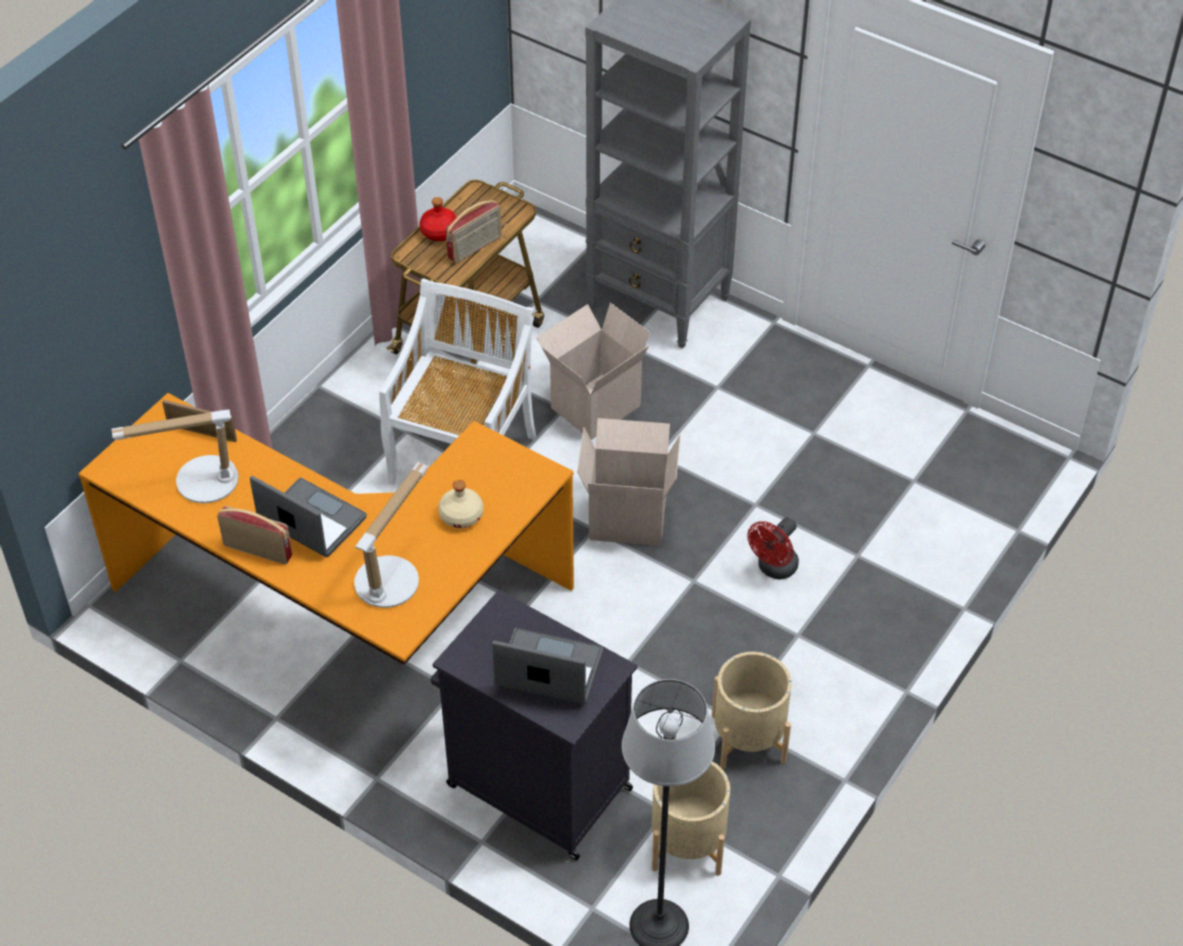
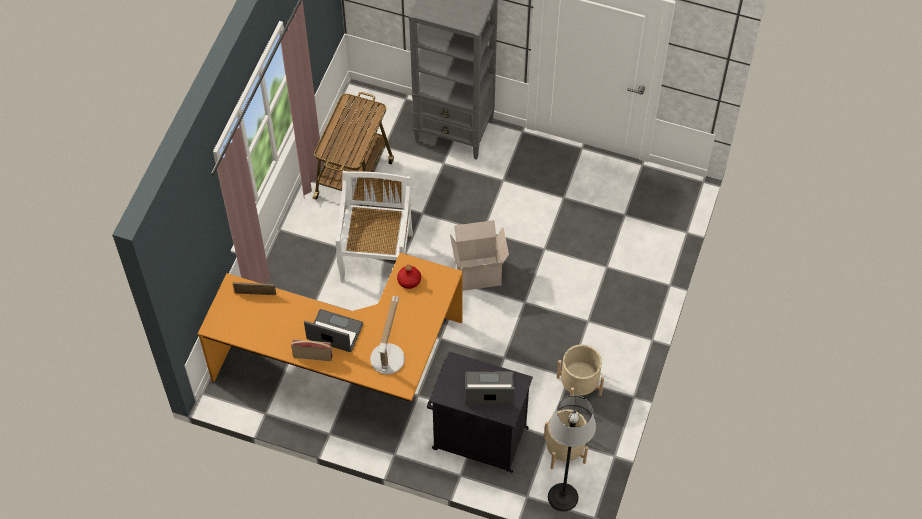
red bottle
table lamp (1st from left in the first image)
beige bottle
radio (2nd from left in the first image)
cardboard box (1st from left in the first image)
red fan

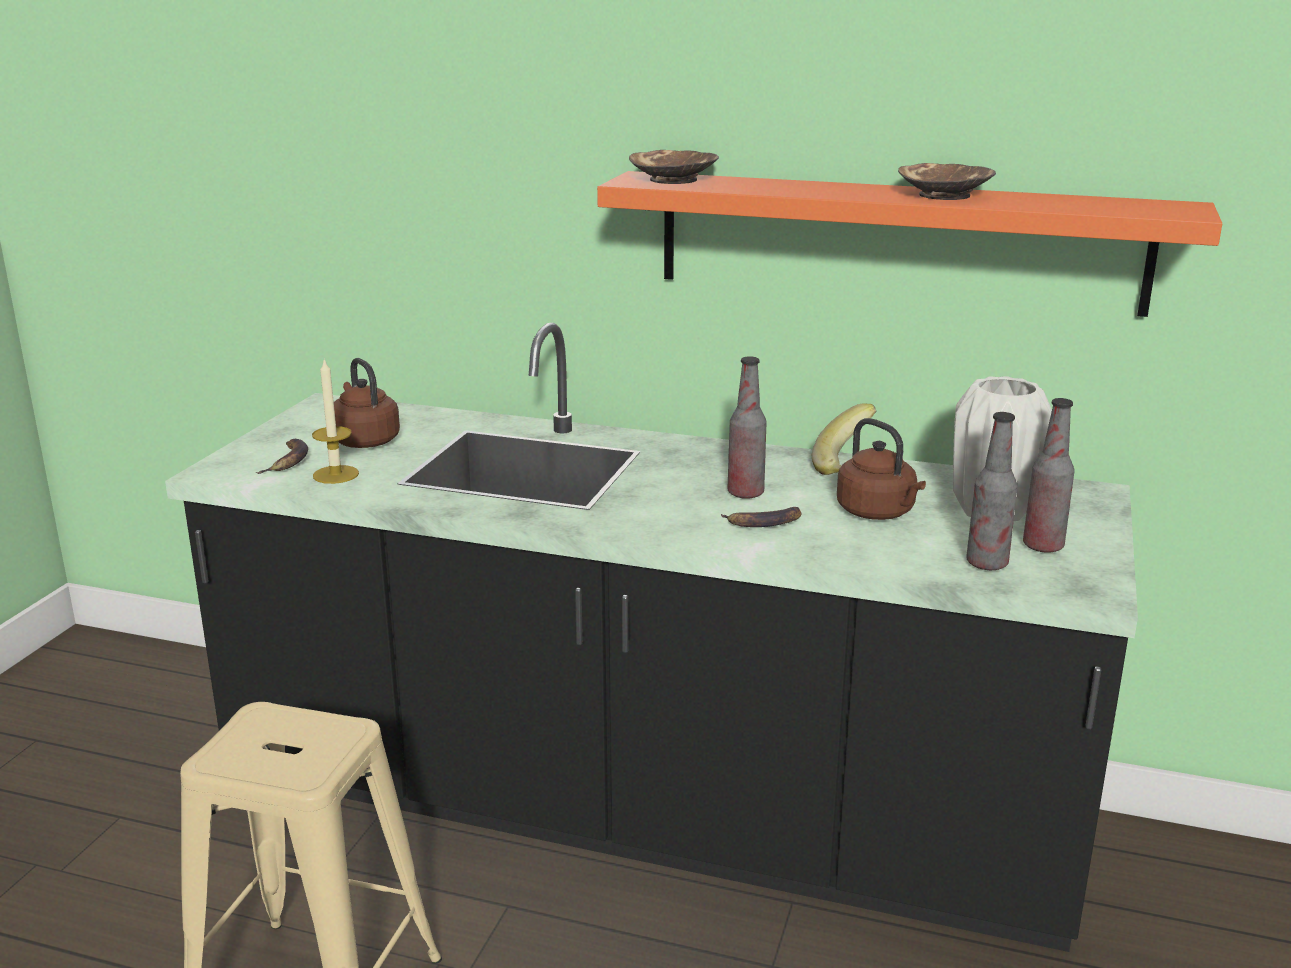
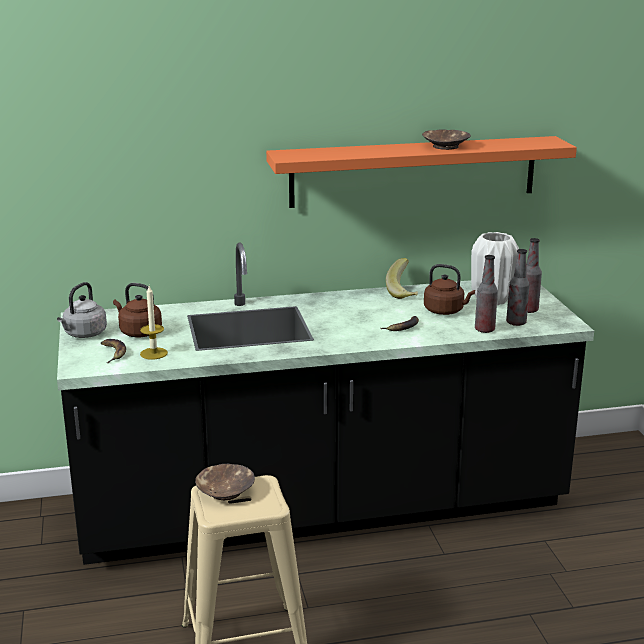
grey kettle
brown bowl (1st from left)
bottle (1st from left)

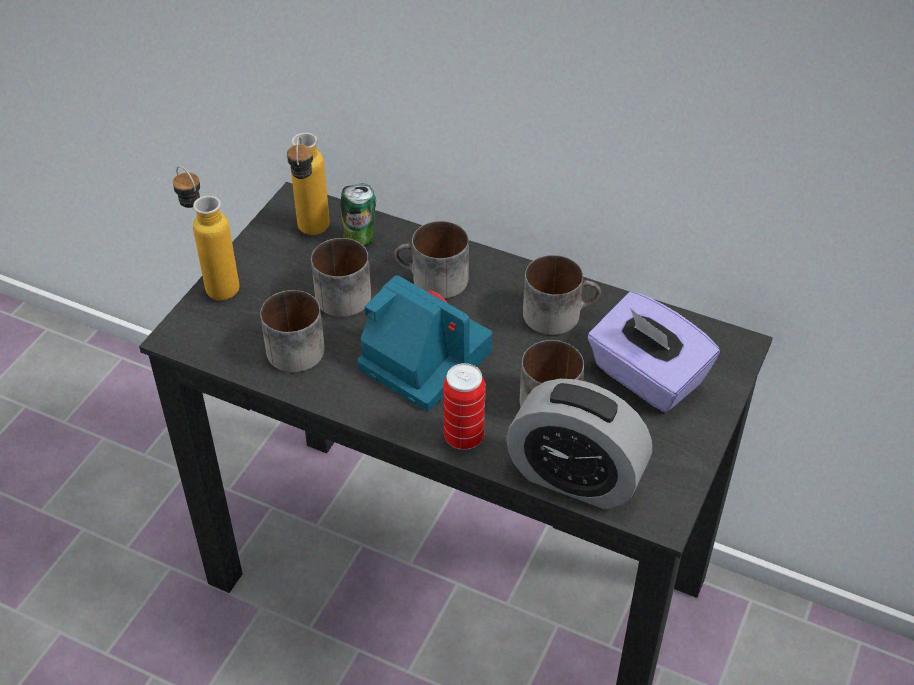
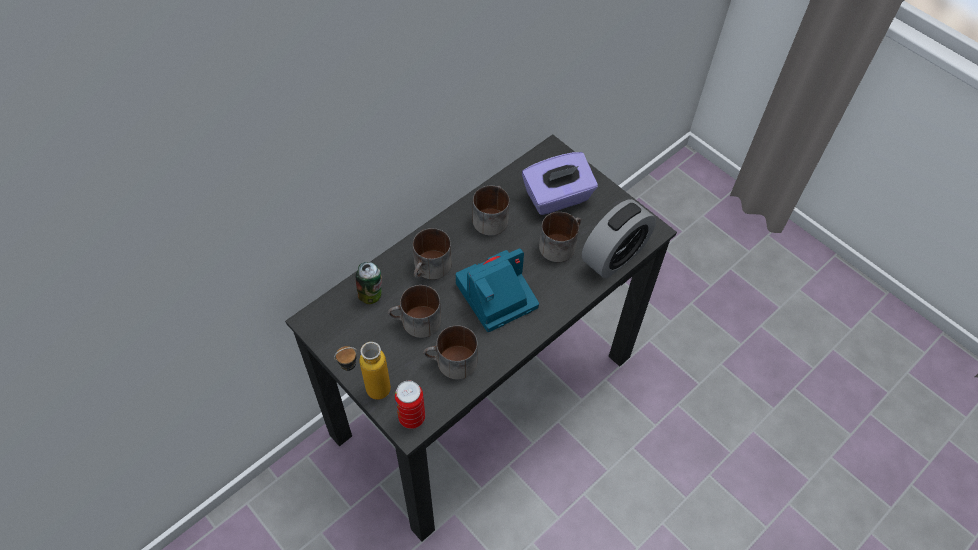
can (2nd from left)
bottle (2nd from left in the first image)

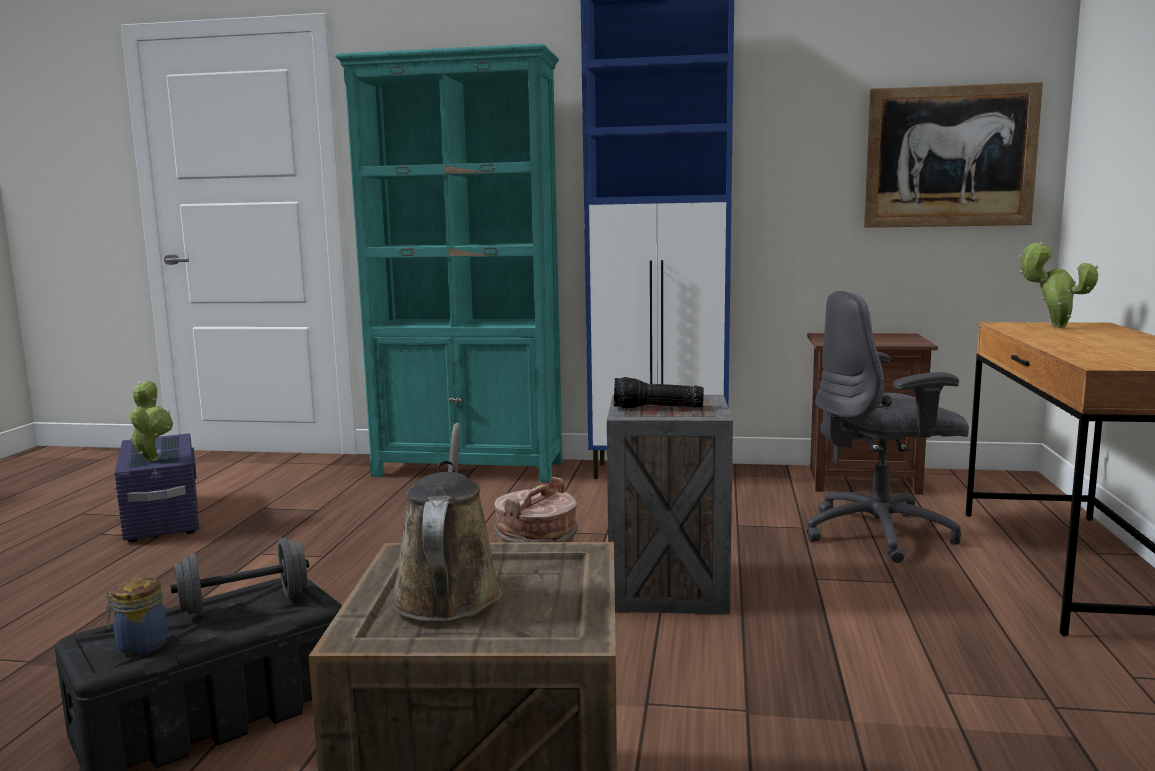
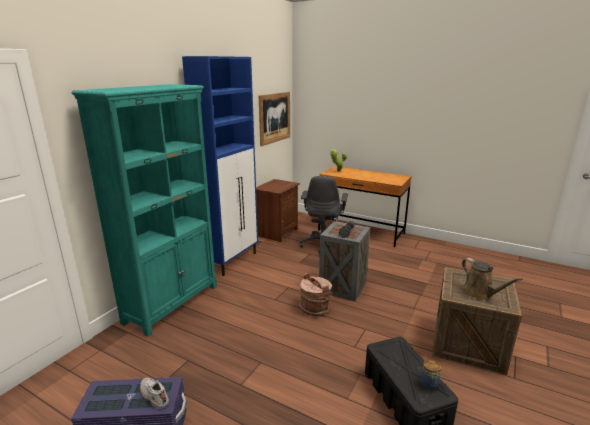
white shoe
brown watering can
grey dumbbell

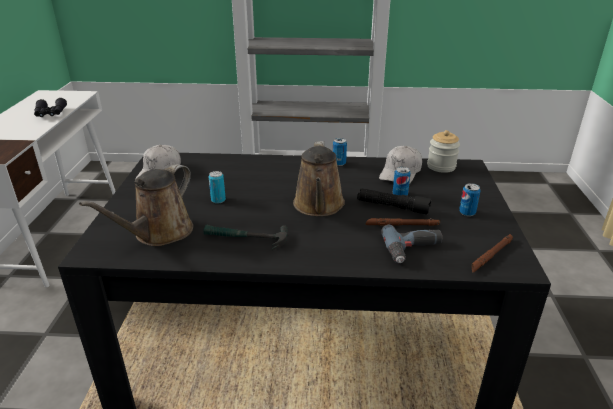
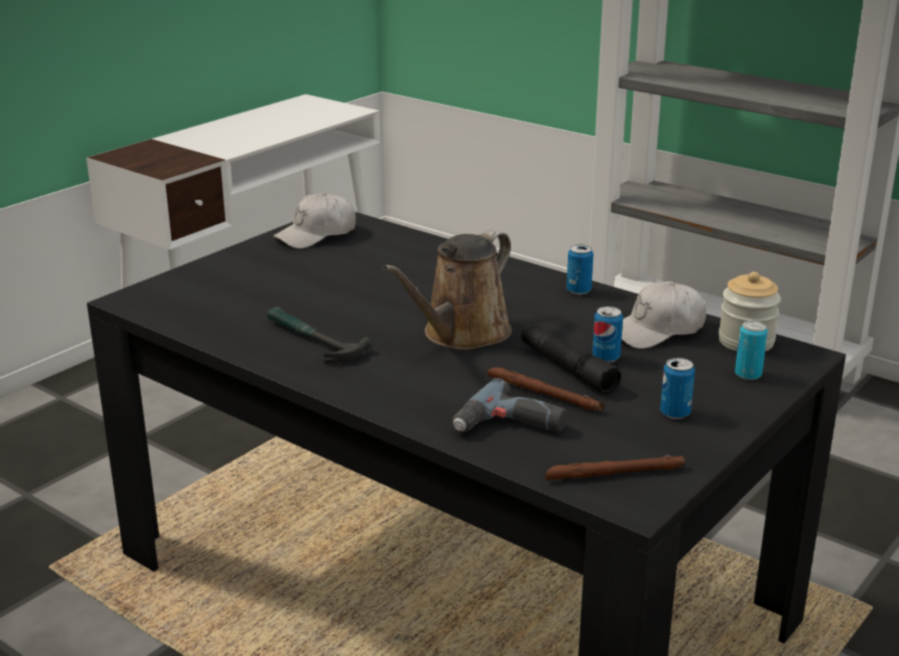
can (4th from left)
black binoculars
brown watering can (1st from left in the first image)

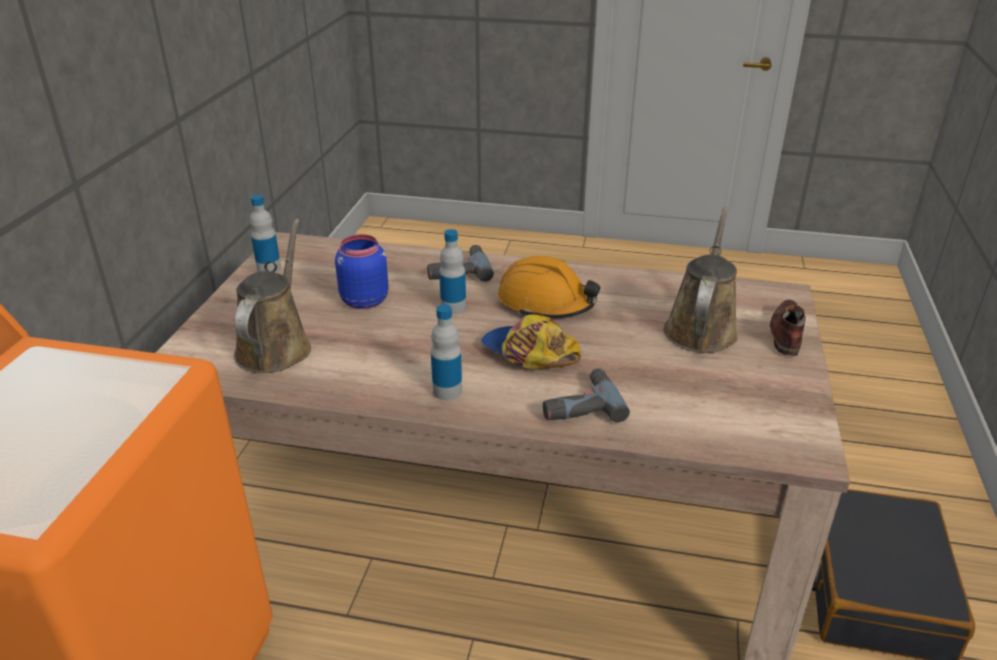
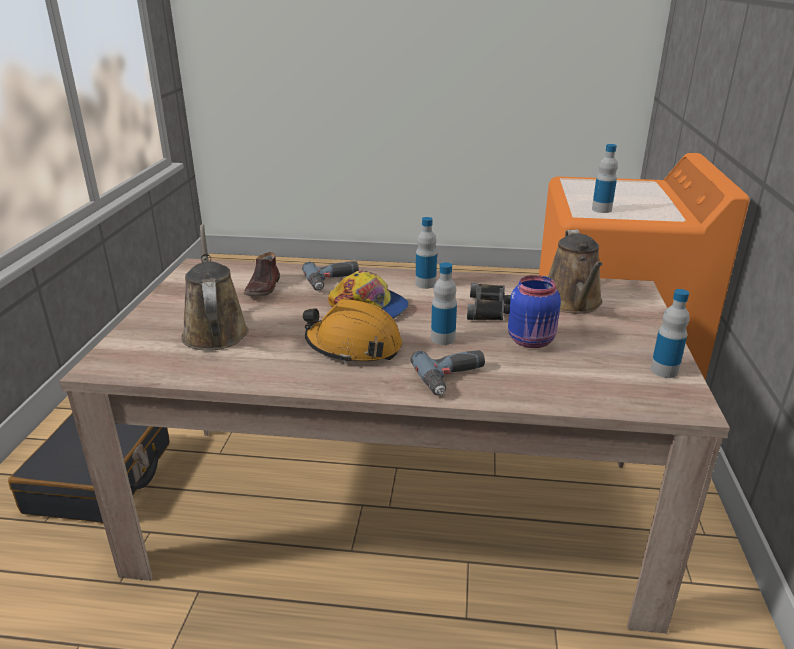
brown watering can (1st from left)
brown shoe
black binoculars
bottle (3rd from left)

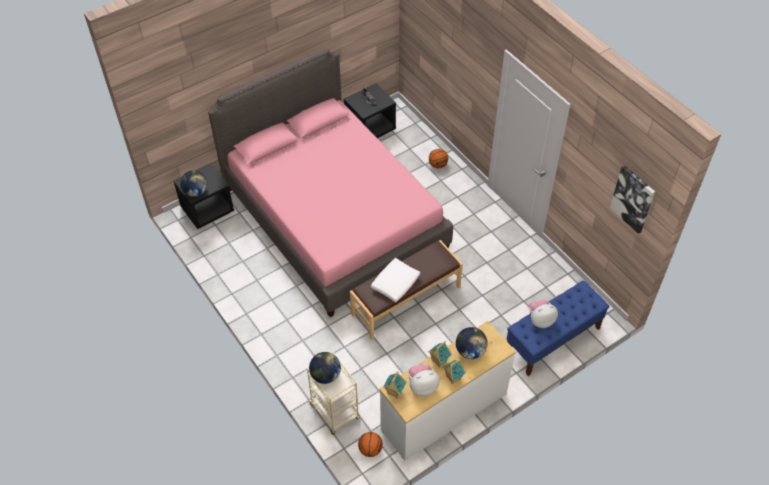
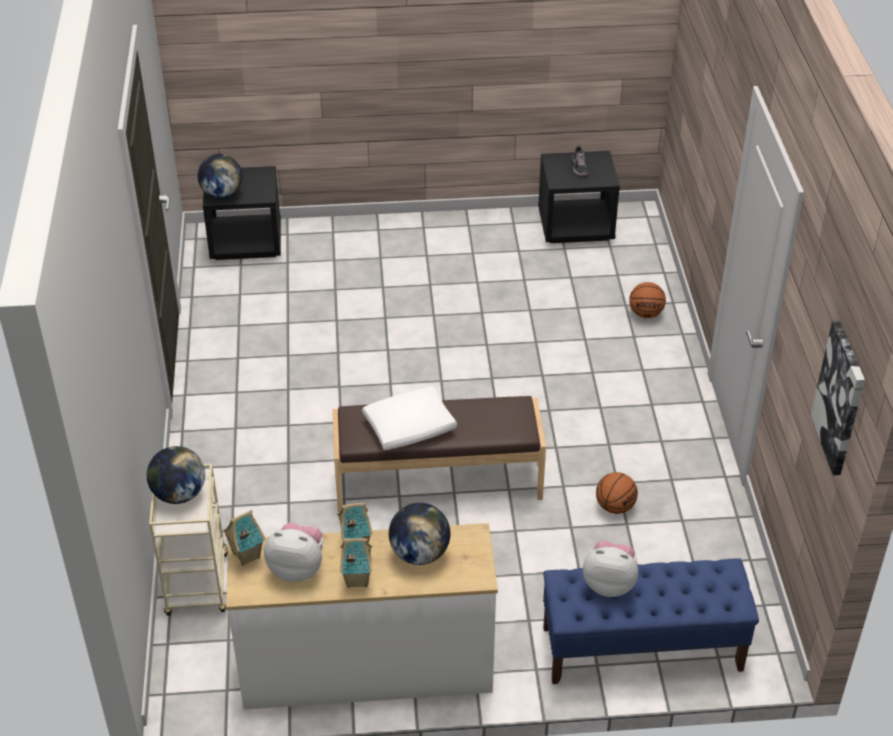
basketball (1st from left)
pink bed

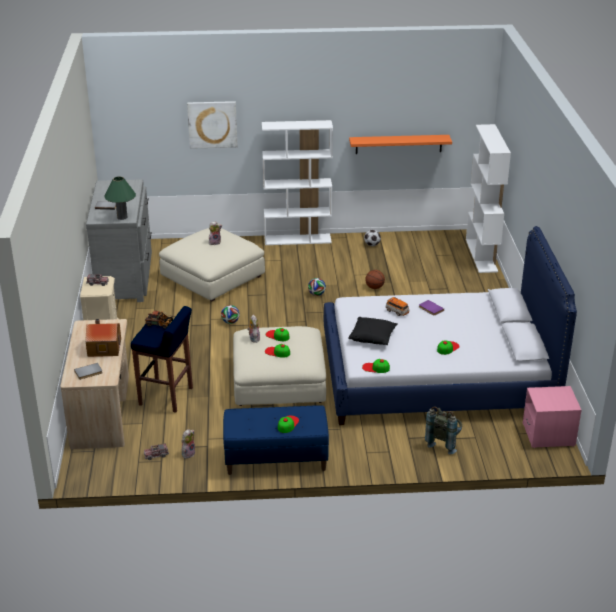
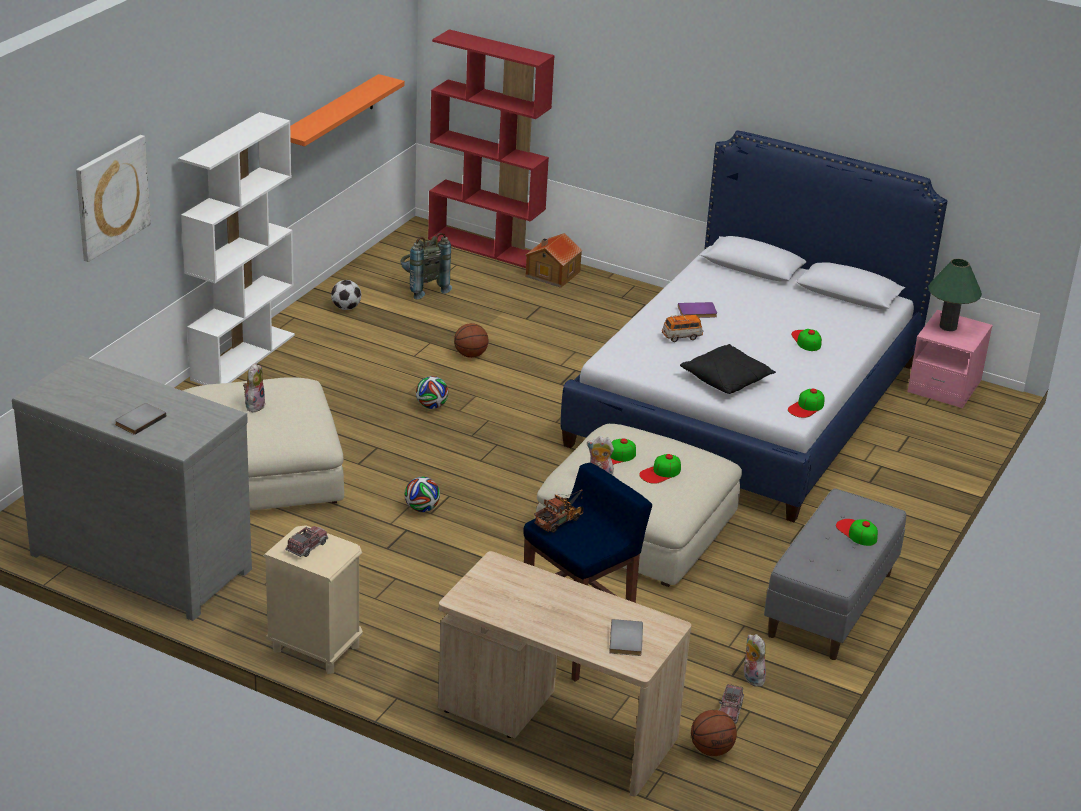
grey backpack
red bookcase
toy house
basketball (2nd from left)
grey bench
green table lamp

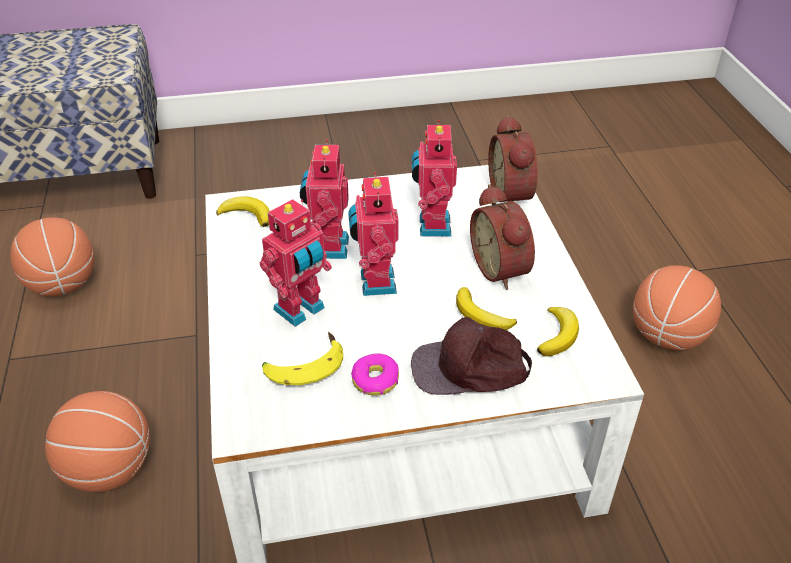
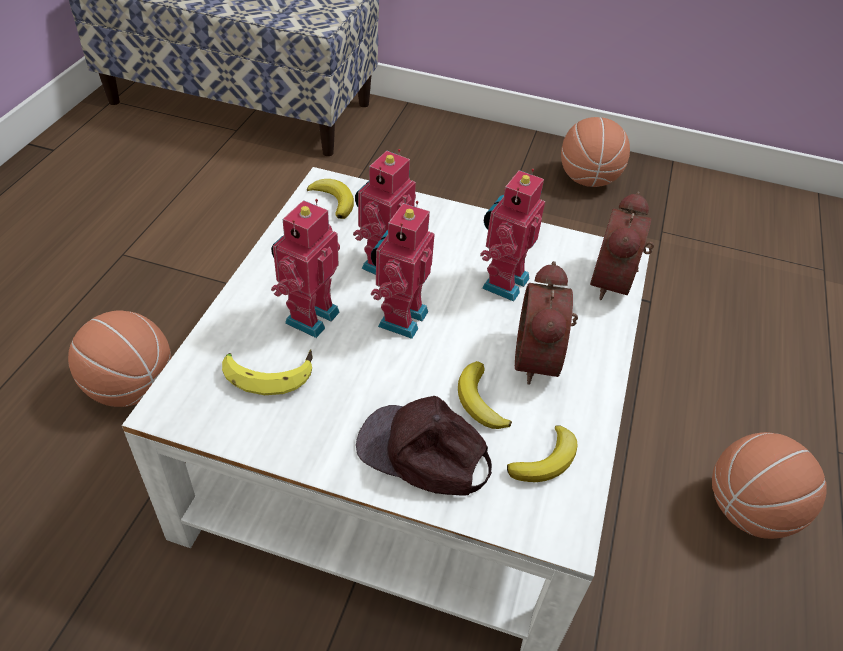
toy robot (1st from left)
basketball (2nd from left)
donut

